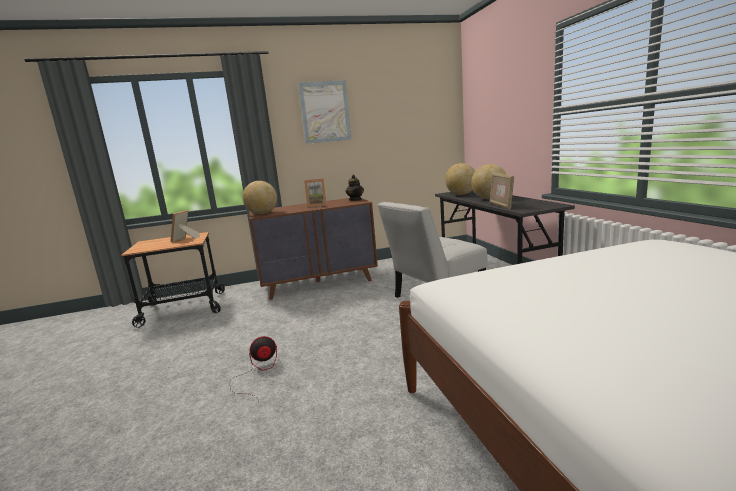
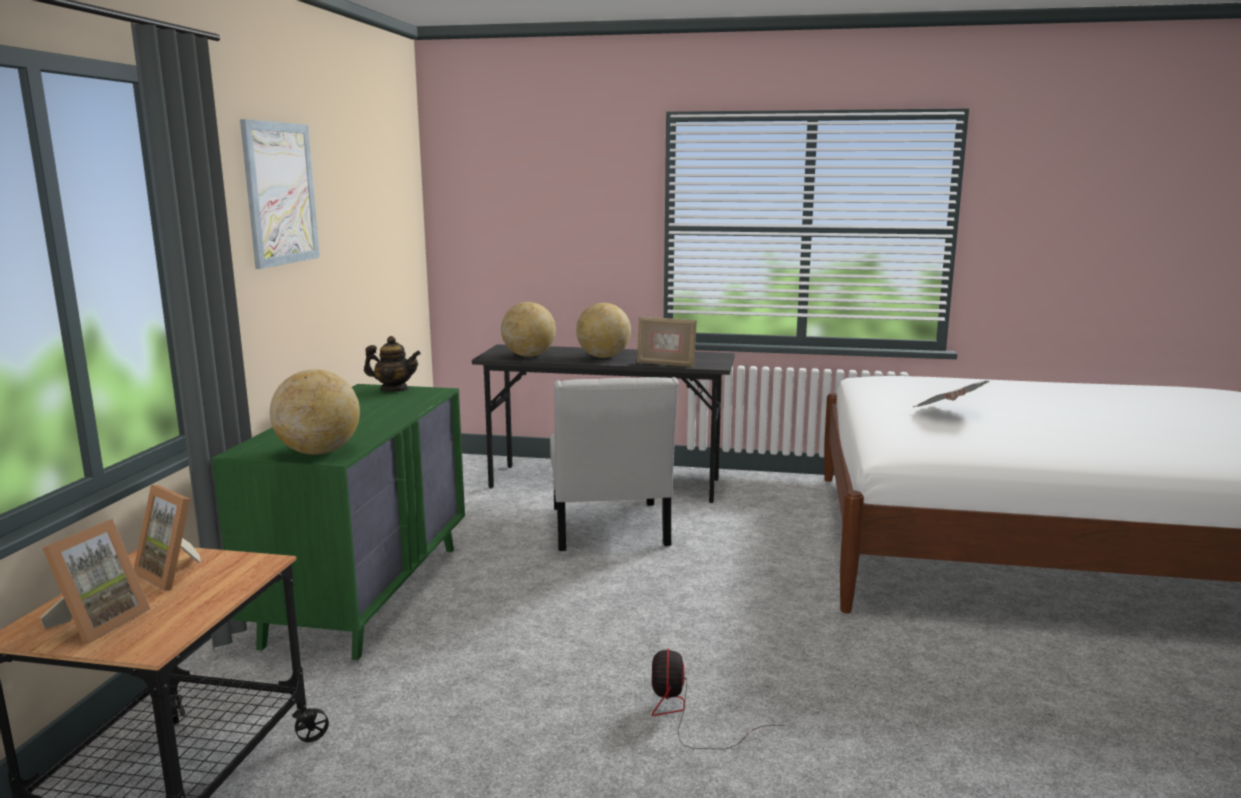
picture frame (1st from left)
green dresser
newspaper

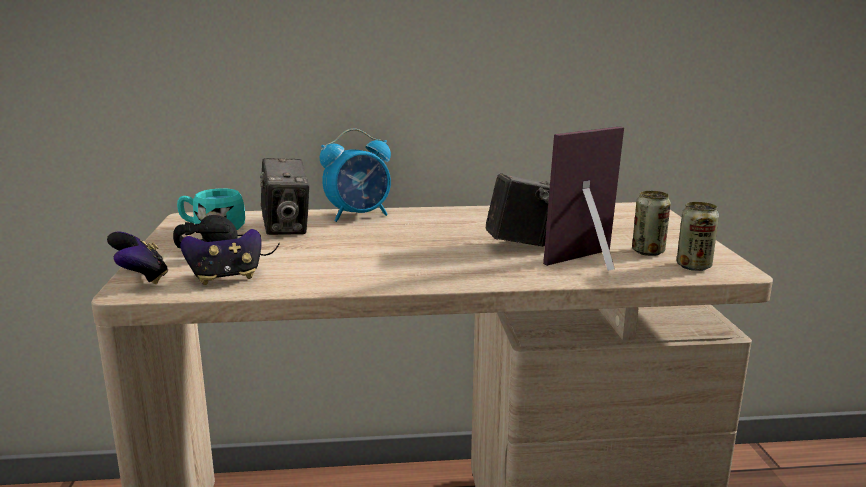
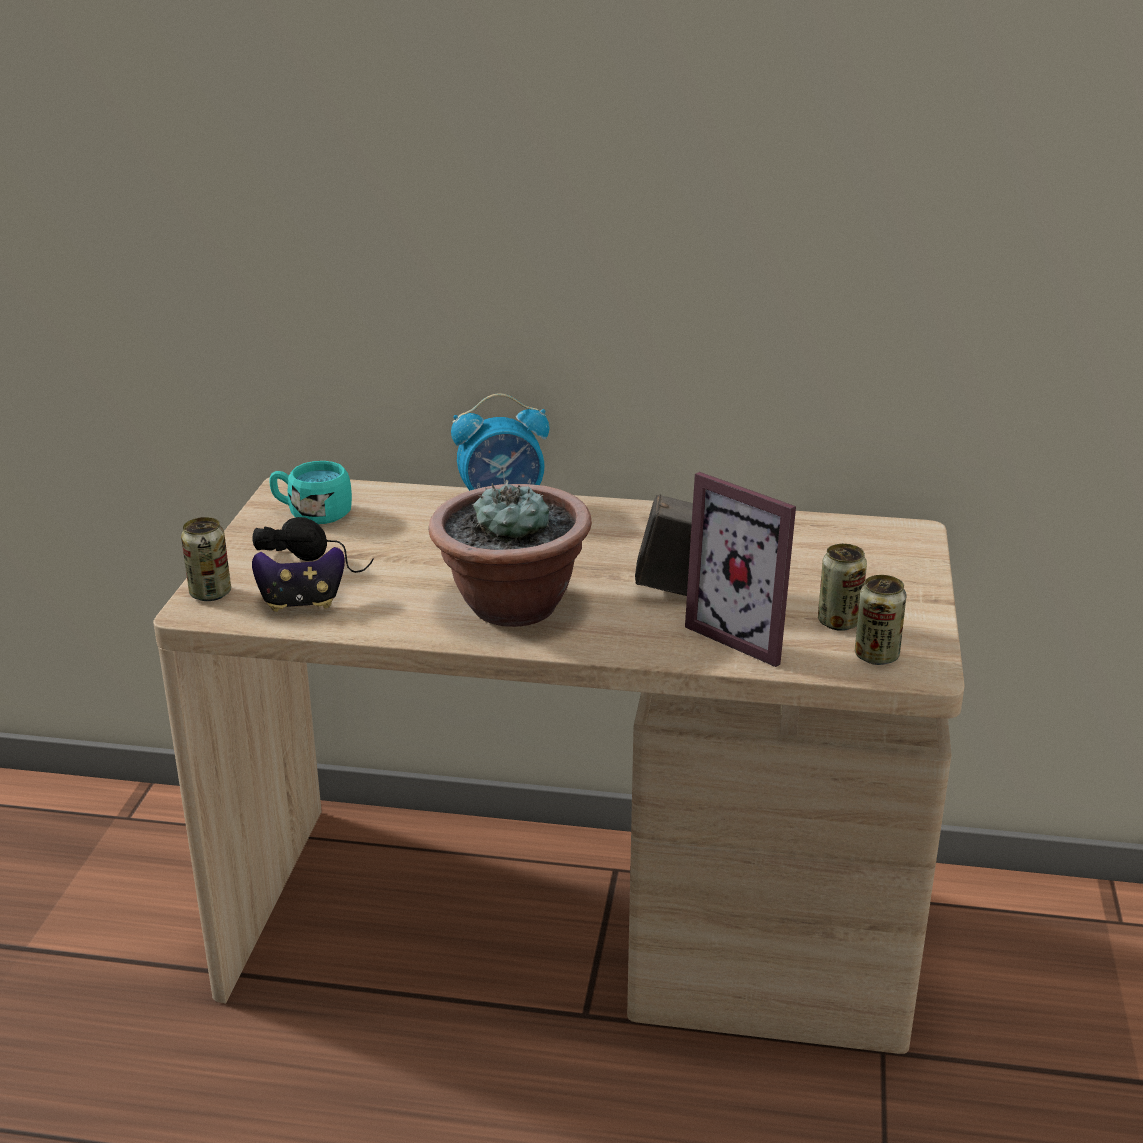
can (1st from left)
potted plant
picture frame
photo camera (1st from left in the first image)

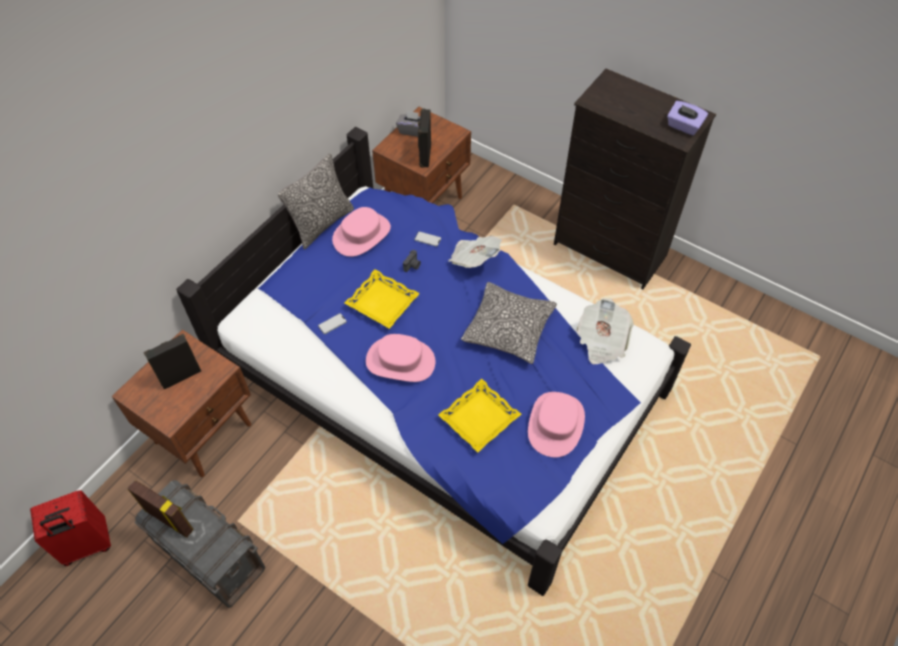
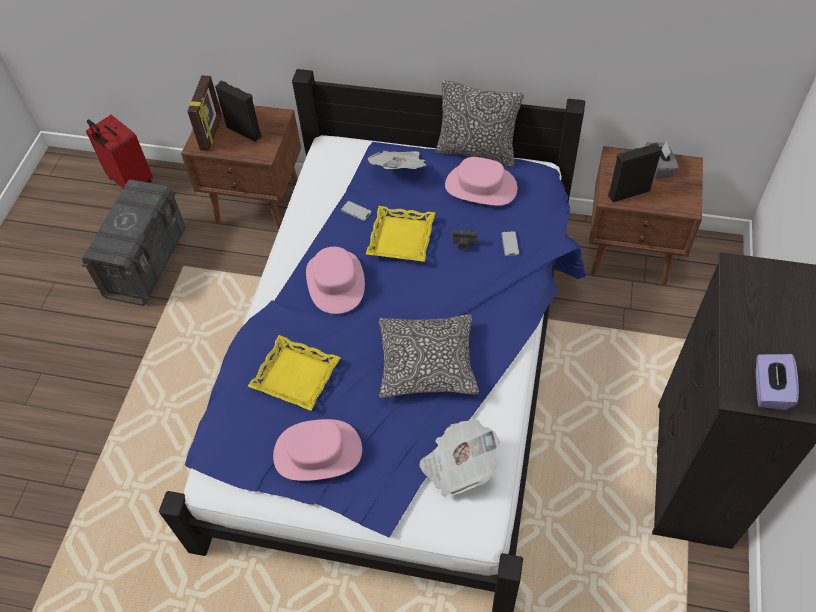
picture frame
newspaper (1st from left)

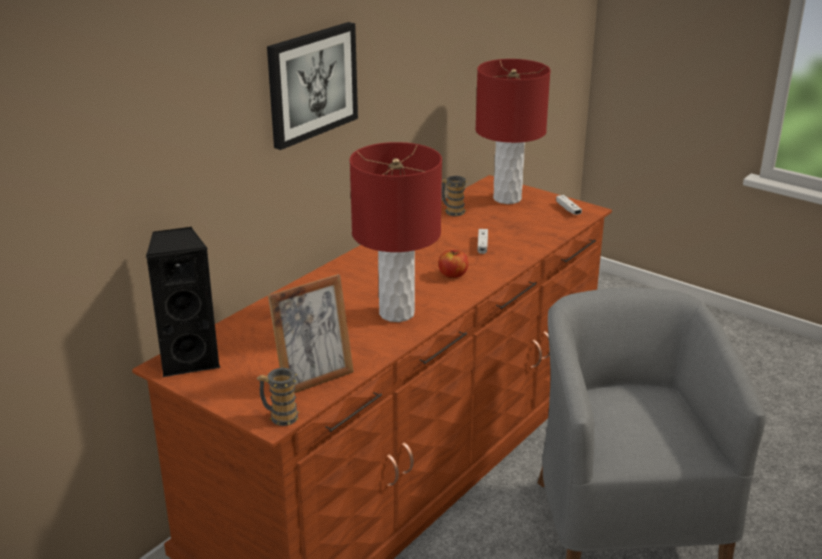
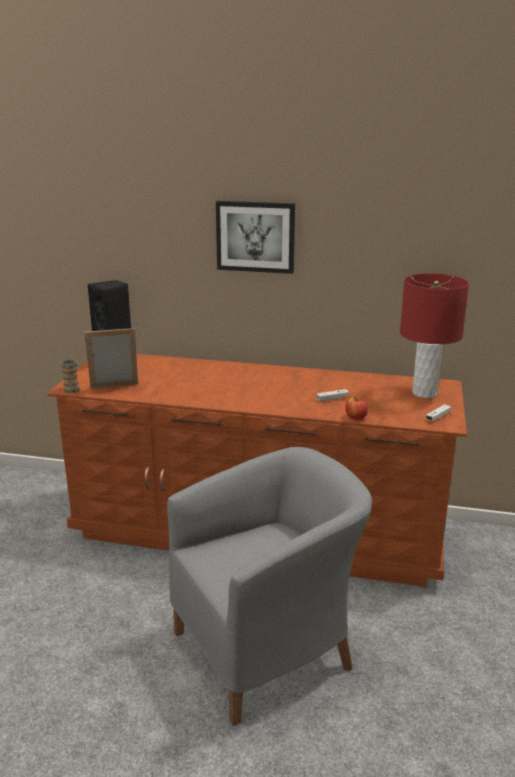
picture frame
apple
red table lamp (1st from left in the first image)
mug (2nd from left in the first image)

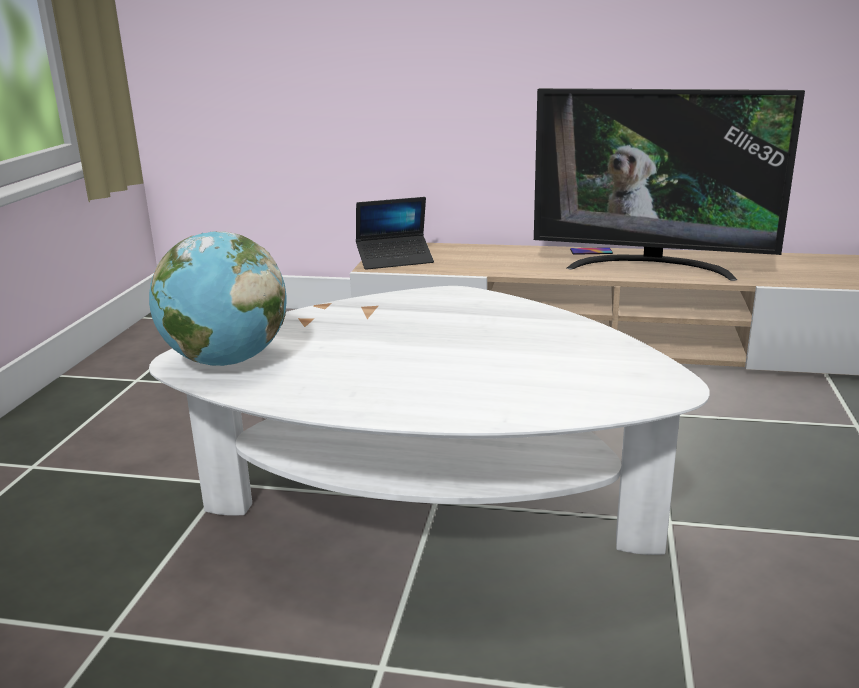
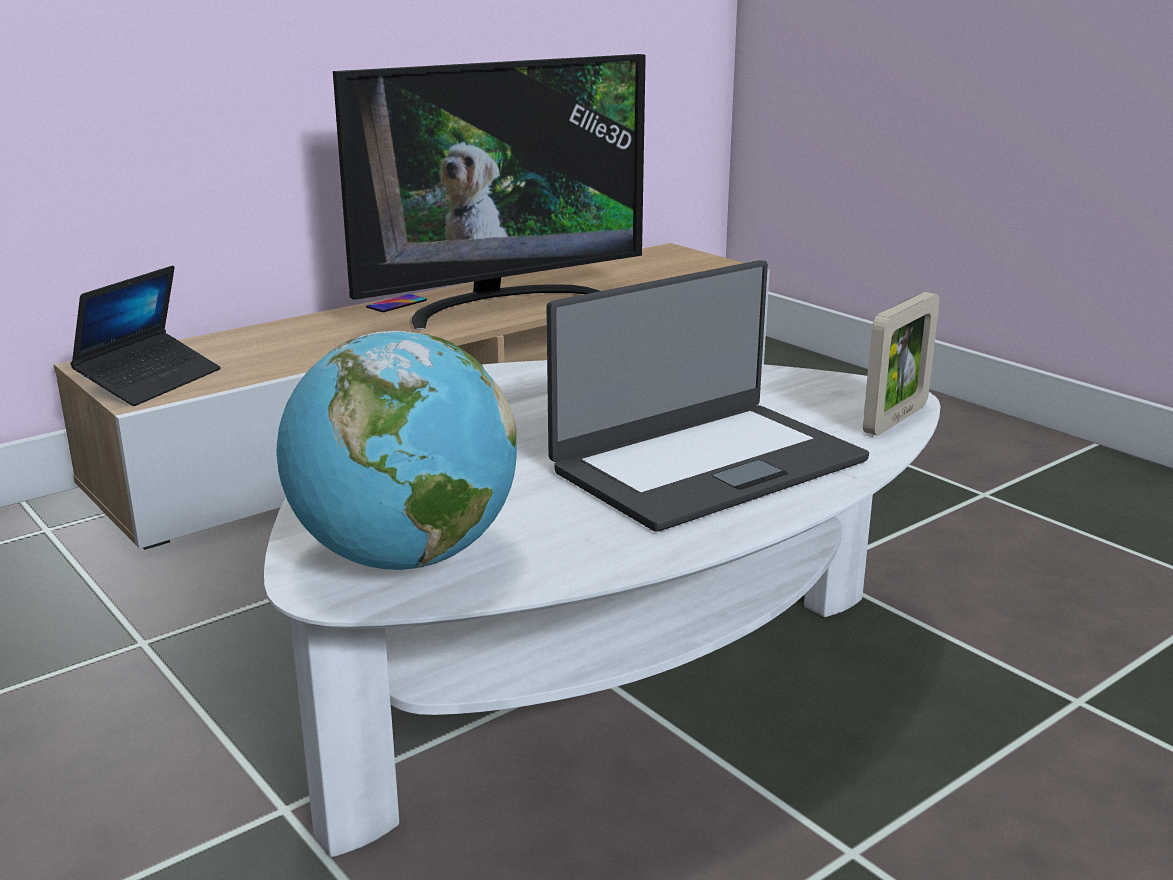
laptop (2nd from left)
picture frame

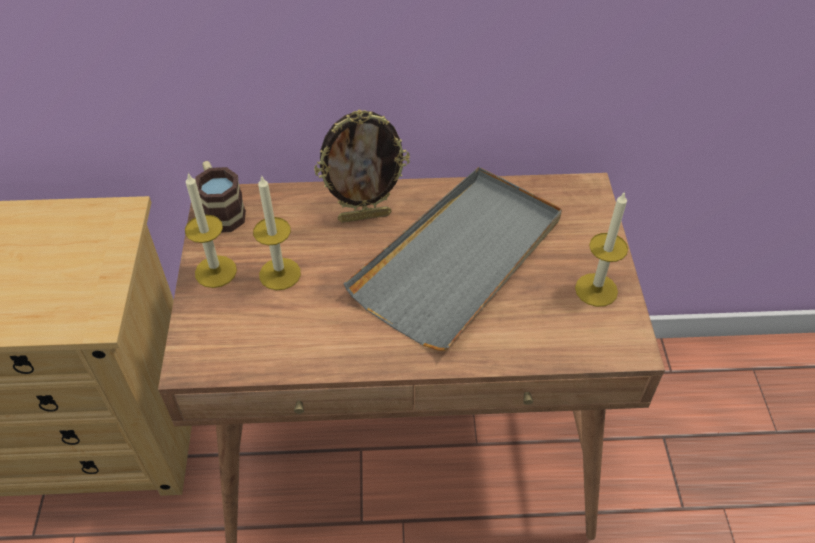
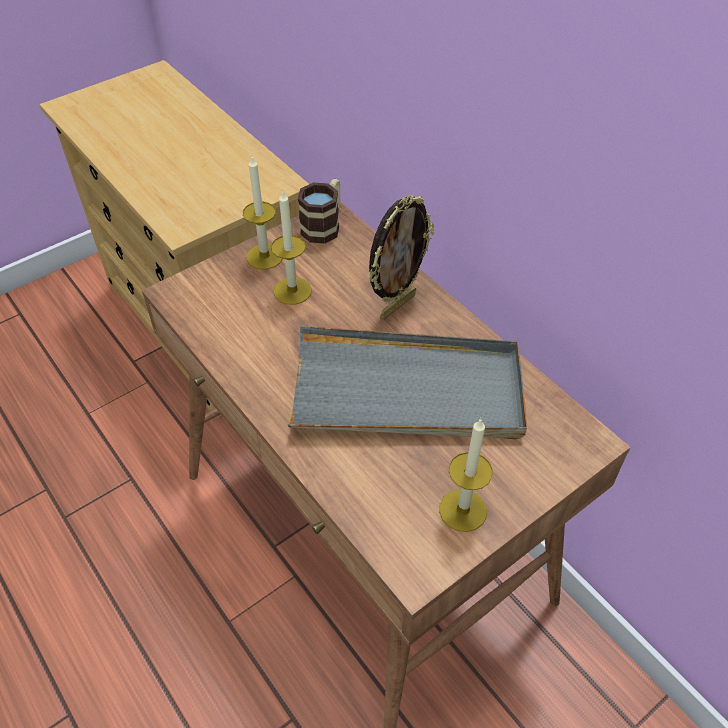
picture frame

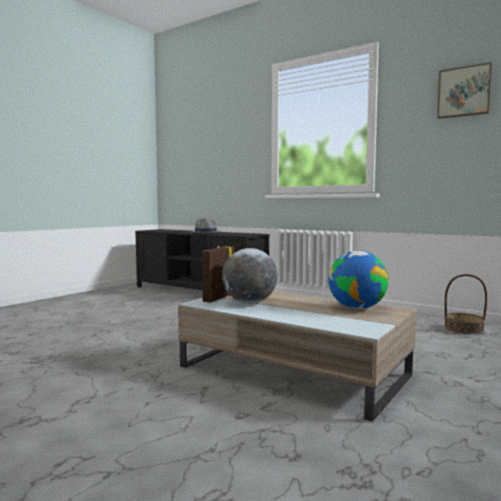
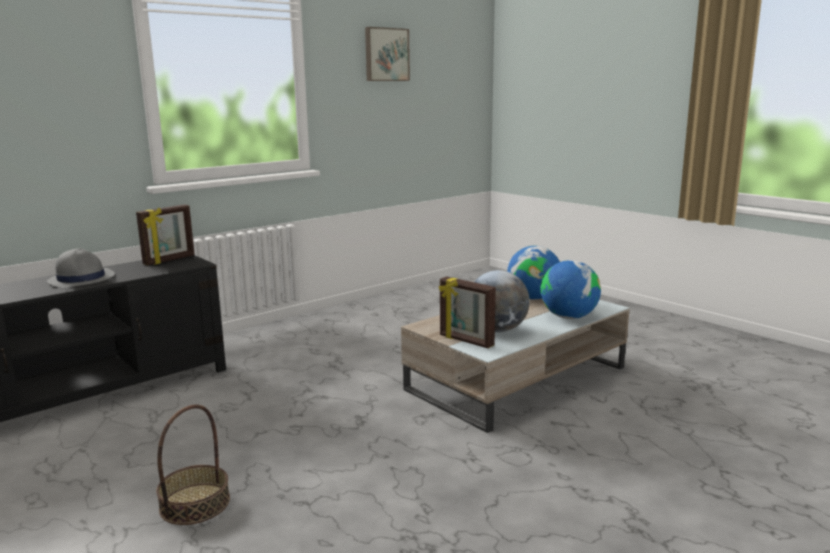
picture frame (1st from left)
basket
globe (3rd from left)

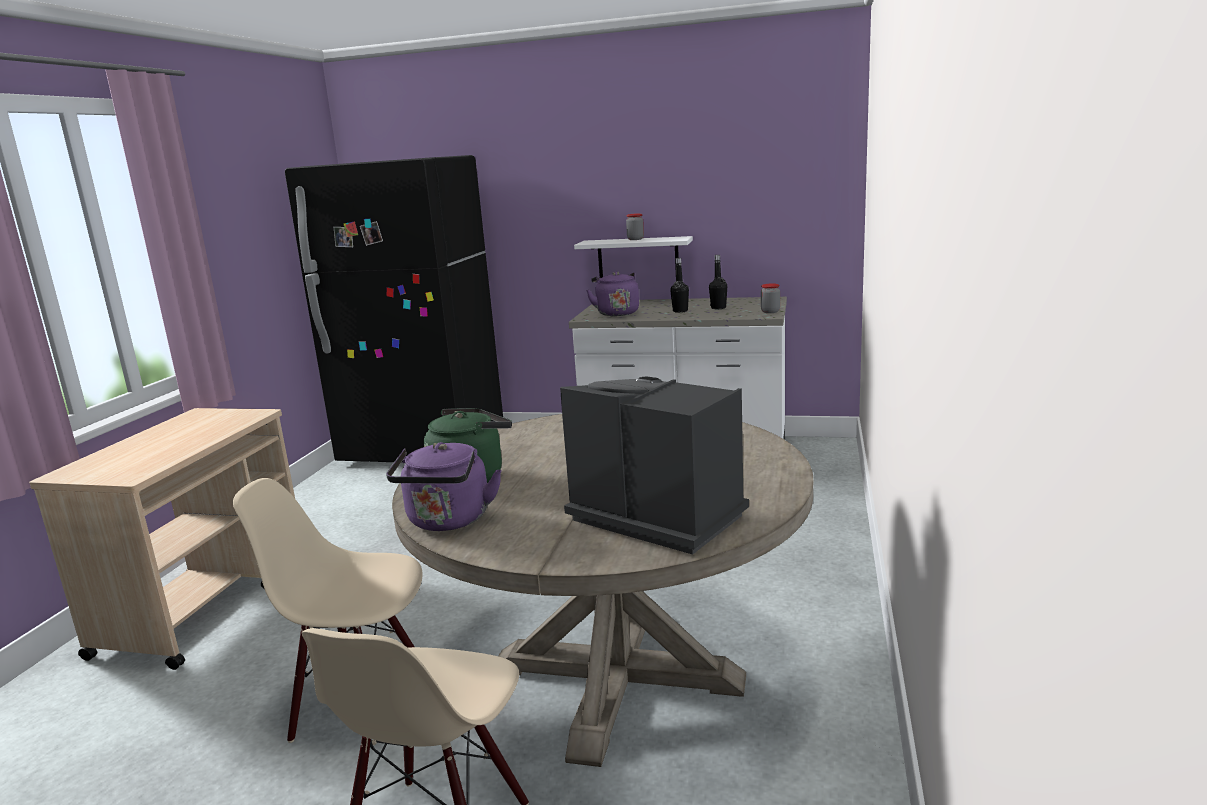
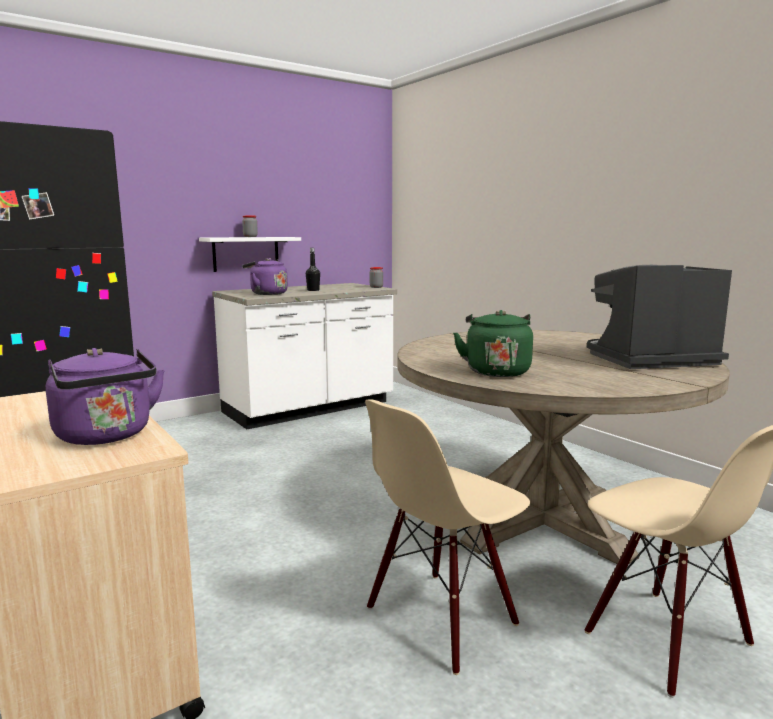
purple kettle (1st from left)
black bottle (2nd from left in the first image)

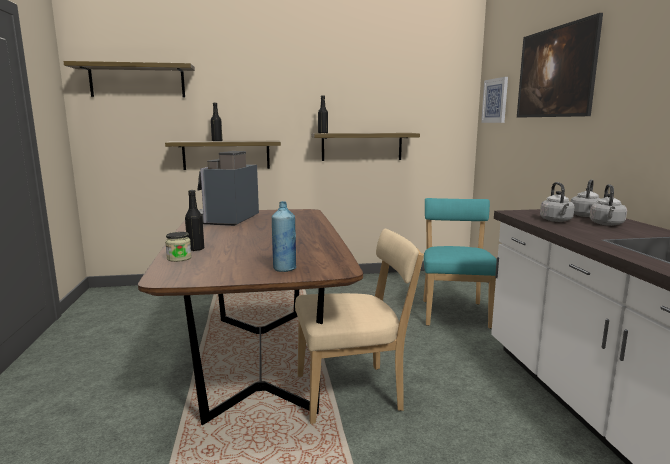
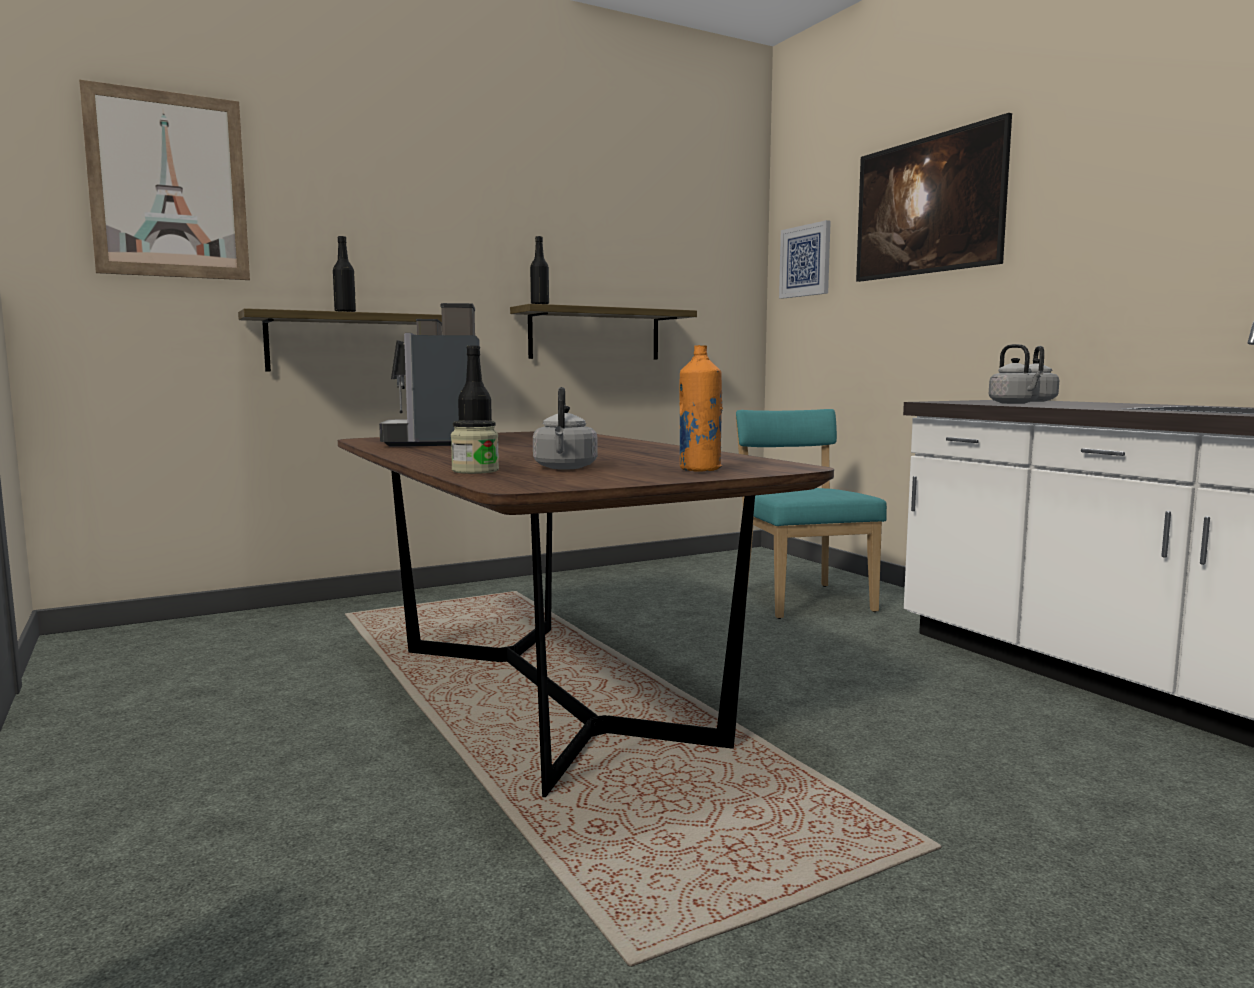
picture (1st from left)
grey kettle (1st from left)
orange bottle
beige chair

